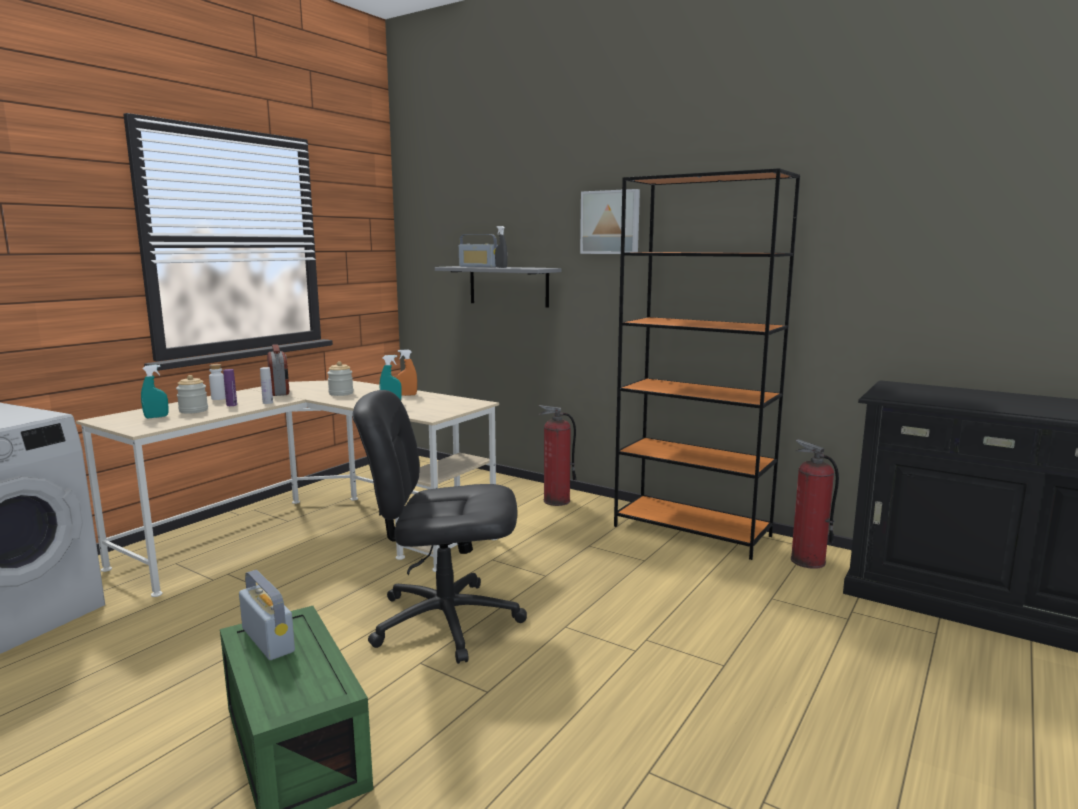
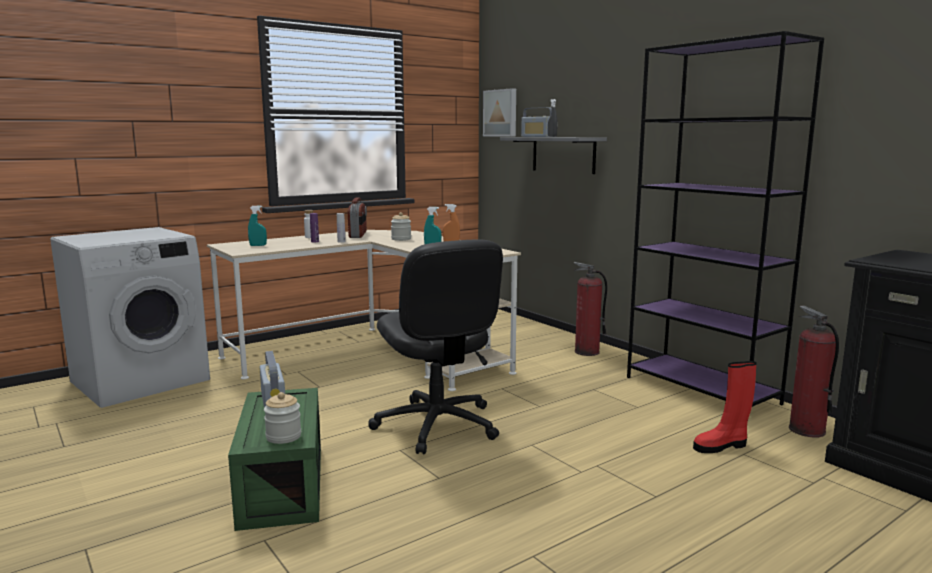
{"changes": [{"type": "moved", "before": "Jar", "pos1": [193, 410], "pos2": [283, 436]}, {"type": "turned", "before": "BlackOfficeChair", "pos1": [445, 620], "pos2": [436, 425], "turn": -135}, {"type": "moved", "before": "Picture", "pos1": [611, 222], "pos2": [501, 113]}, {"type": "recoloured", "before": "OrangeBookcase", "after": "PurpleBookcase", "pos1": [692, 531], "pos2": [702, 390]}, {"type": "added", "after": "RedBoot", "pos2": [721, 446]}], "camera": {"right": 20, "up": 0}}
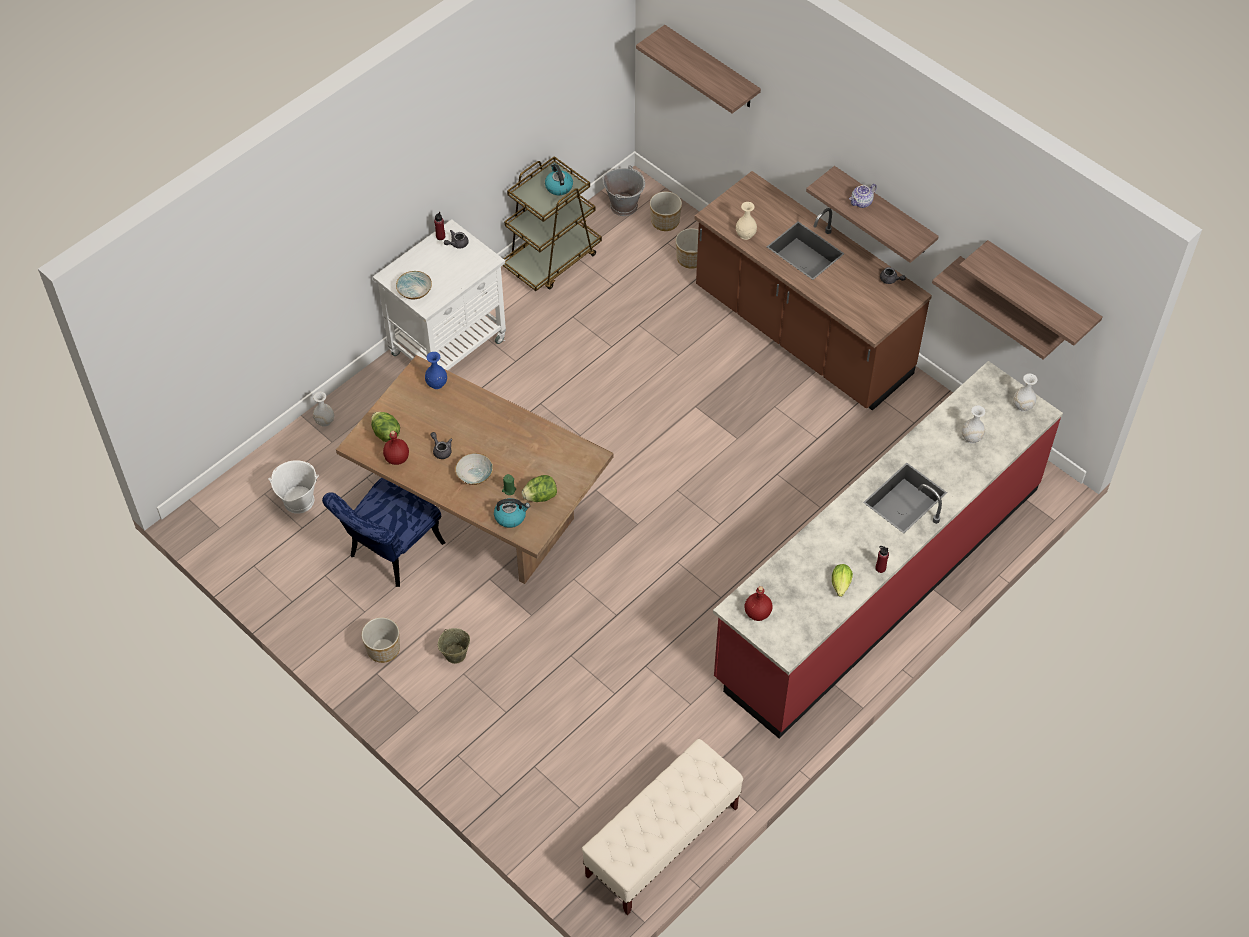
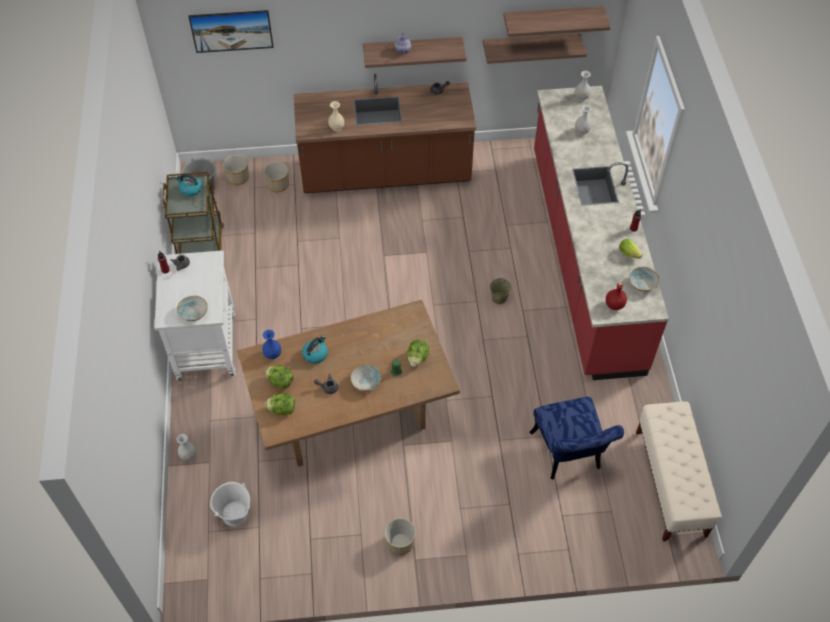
{"changes": [{"type": "moved", "before": "BlueChair", "pos1": [390, 553], "pos2": [568, 456]}, {"type": "removed", "before": "RedBottle", "pos1": [397, 459]}, {"type": "moved", "before": "BeigeBucket", "pos1": [455, 654], "pos2": [499, 298]}, {"type": "moved", "before": "Kettle", "pos1": [511, 516], "pos2": [315, 354]}, {"type": "replaced", "before": "Shelf", "after": "Picture", "pos1": [711, 68], "pos2": [233, 40]}, {"type": "added", "after": "Lettuce", "pos2": [280, 381]}, {"type": "added", "after": "Bowl", "pos2": [642, 284]}], "camera": {"right": -50, "up": 0}}
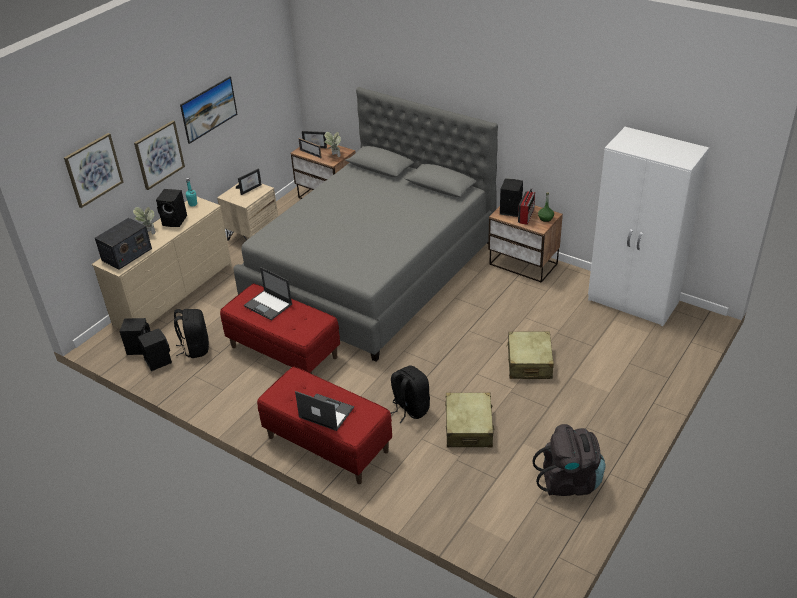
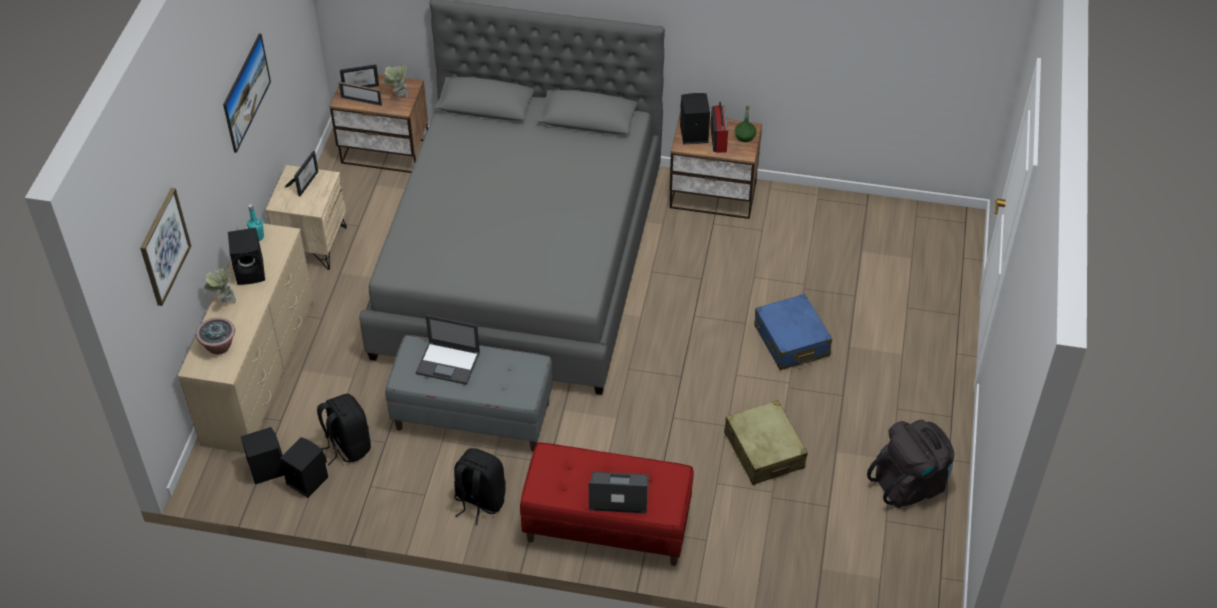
{"changes": [{"type": "replaced", "before": "Radio", "after": "PottedPlant", "pos1": [126, 254], "pos2": [219, 346]}, {"type": "removed", "before": "Picture", "pos1": [159, 154]}, {"type": "recoloured", "before": "RedBench", "after": "GreyBench", "pos1": [284, 352], "pos2": [473, 415]}, {"type": "moved", "before": "BlackBackpack", "pos1": [410, 409], "pos2": [479, 501]}, {"type": "recoloured", "before": "BeigeSuitcase", "after": "BlueSuitcase", "pos1": [529, 363], "pos2": [791, 341]}, {"type": "removed", "before": "WhiteWardrobe", "pos1": [633, 302]}], "camera": {"right": -25, "up": 10}}
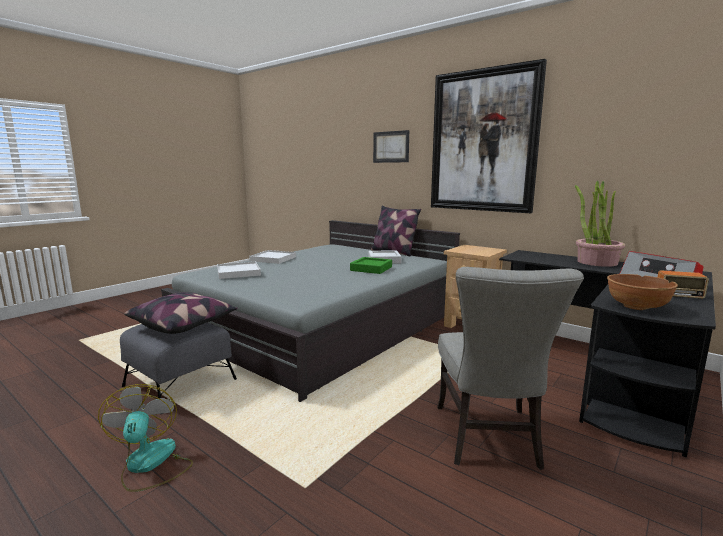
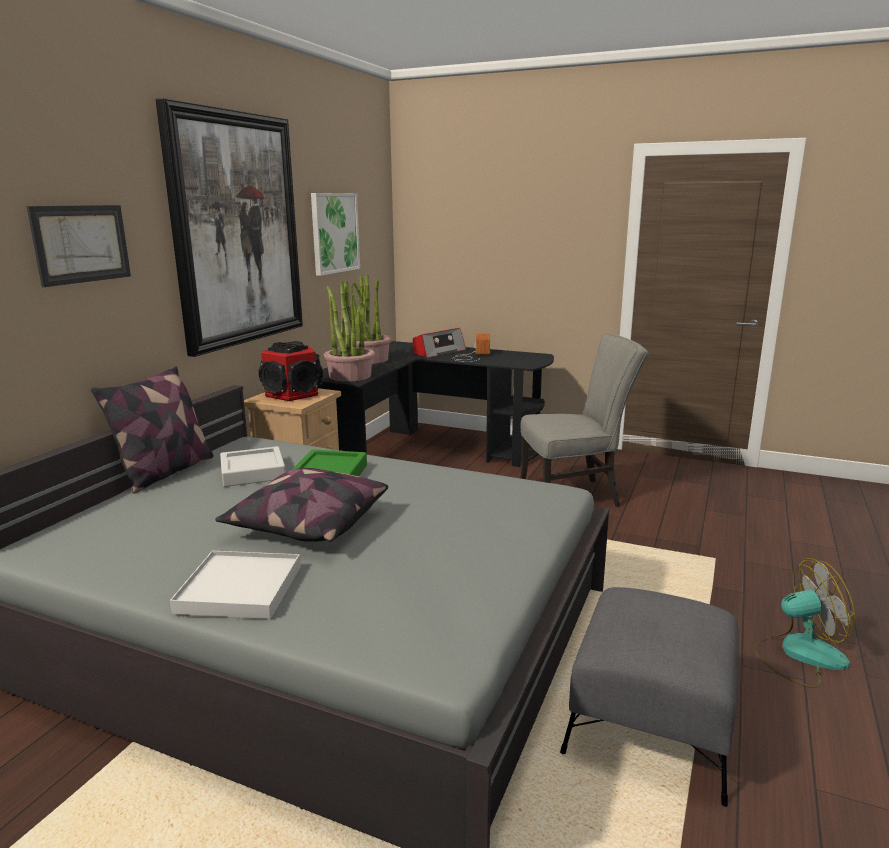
{"changes": [{"type": "turned", "before": "Fan", "pos1": [150, 464], "pos2": [799, 655], "turn": -150}, {"type": "moved", "before": "Pillow", "pos1": [184, 325], "pos2": [307, 525]}, {"type": "removed", "before": "WhiteTray", "pos1": [238, 272]}, {"type": "removed", "before": "BrownBowl", "pos1": [637, 306]}, {"type": "added", "after": "Speaker", "pos2": [293, 394]}, {"type": "added", "after": "Picture", "pos2": [334, 233]}, {"type": "added", "after": "PottedPlant", "pos2": [350, 376]}], "camera": {"right": -105, "up": 5}}
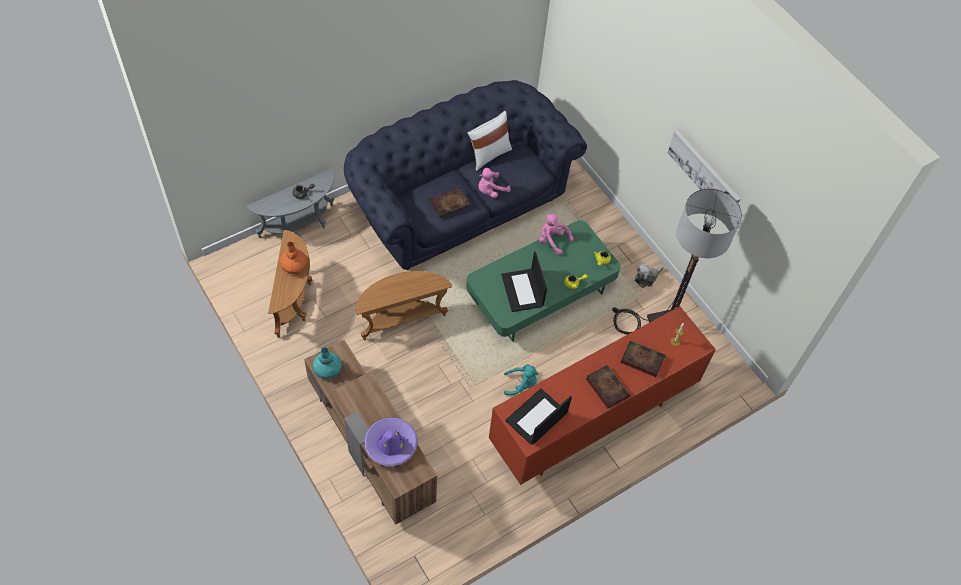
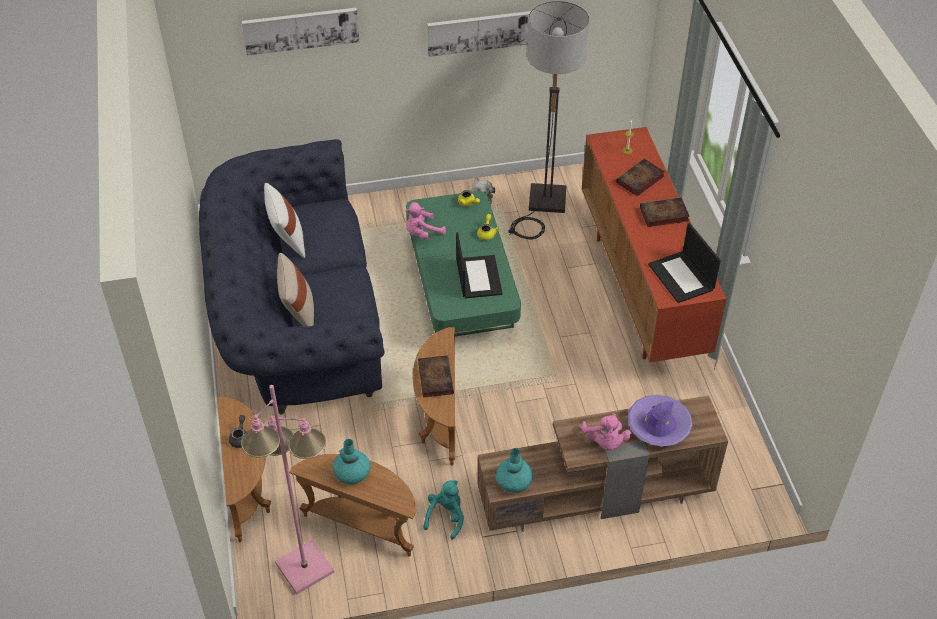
{"changes": [{"type": "recoloured", "before": "GreySideTable", "after": "BrownSideTable", "pos1": [300, 227], "pos2": [249, 490]}, {"type": "recoloured", "before": "OrangeVase", "after": "TurquoiseVase", "pos1": [294, 265], "pos2": [352, 473]}, {"type": "moved", "before": "Book", "pos1": [450, 203], "pos2": [435, 377]}, {"type": "moved", "before": "PinkPlushToy", "pos1": [490, 190], "pos2": [605, 442]}, {"type": "turned", "before": "Laptop", "pos1": [523, 290], "pos2": [478, 276], "turn": -105}, {"type": "moved", "before": "TurquoisePlushToy", "pos1": [521, 384], "pos2": [446, 517]}, {"type": "added", "after": "PinkFloorLamp", "pos2": [303, 567]}, {"type": "added", "after": "Picture", "pos2": [301, 30]}, {"type": "added", "after": "BeigePillow", "pos2": [298, 314]}], "camera": {"right": -65, "up": -10}}
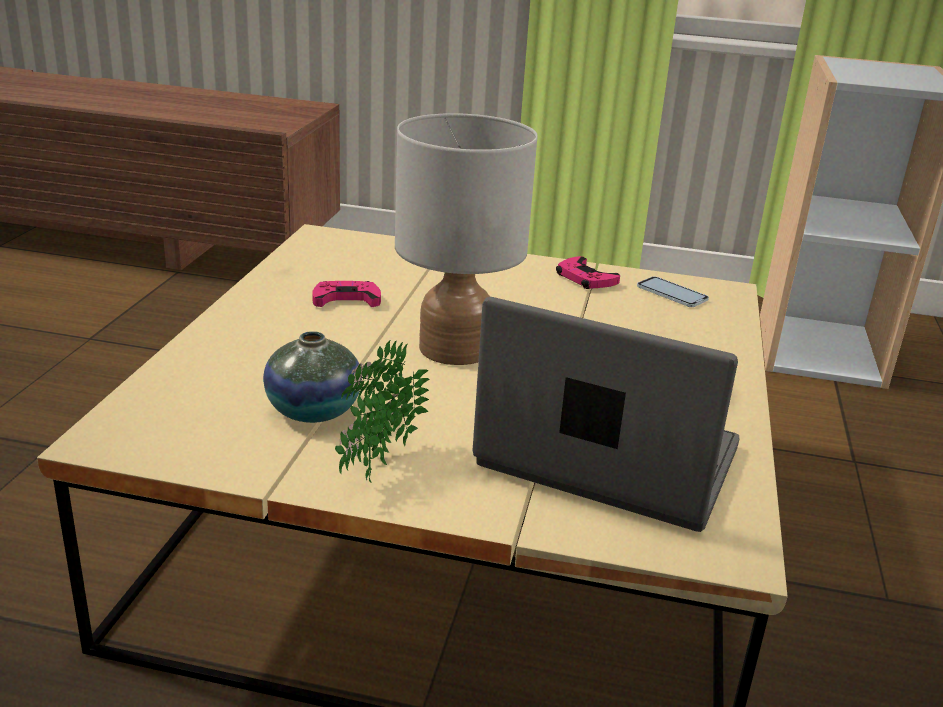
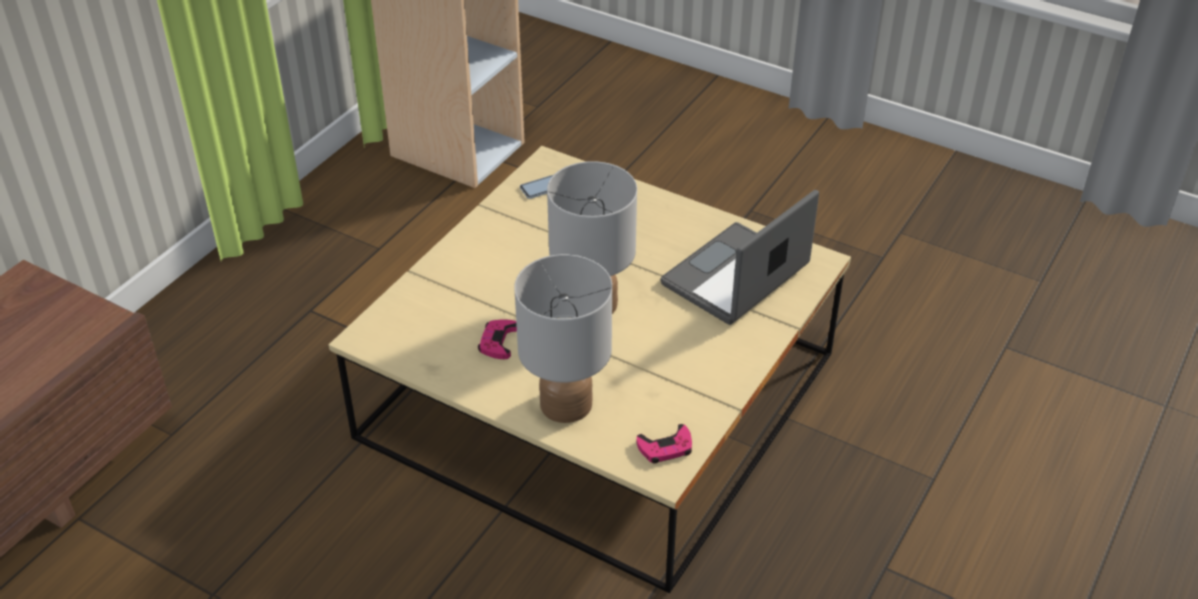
{"changes": [{"type": "removed", "before": "Vase", "pos1": [313, 410]}, {"type": "removed", "before": "PottedPlant", "pos1": [375, 465]}, {"type": "moved", "before": "PinkGameController", "pos1": [585, 279], "pos2": [665, 448]}, {"type": "added", "after": "GreyTableLamp", "pos2": [565, 404]}], "camera": {"right": -70, "up": 15}}
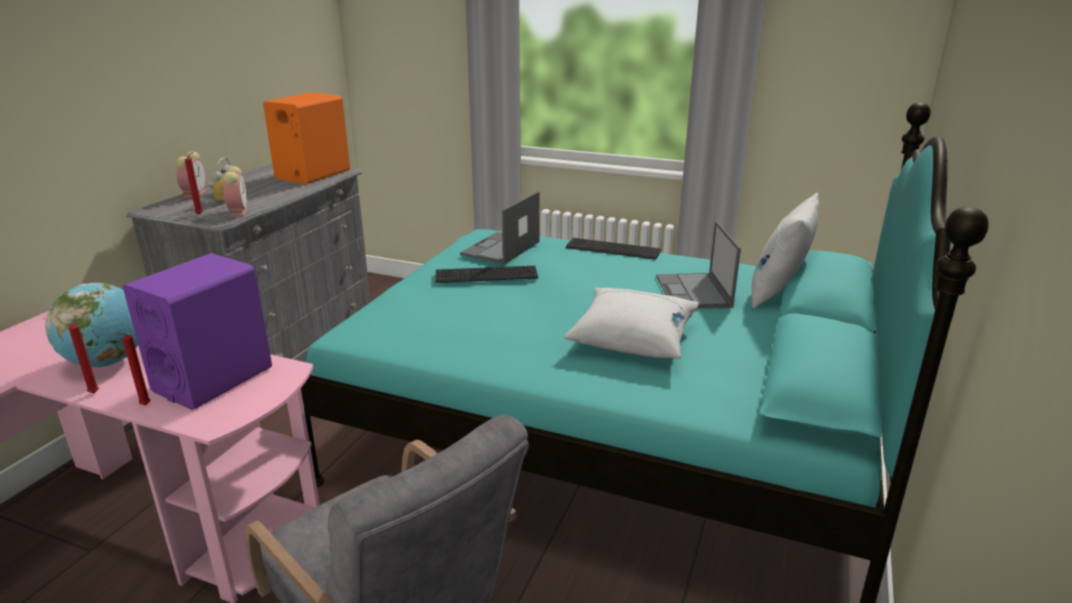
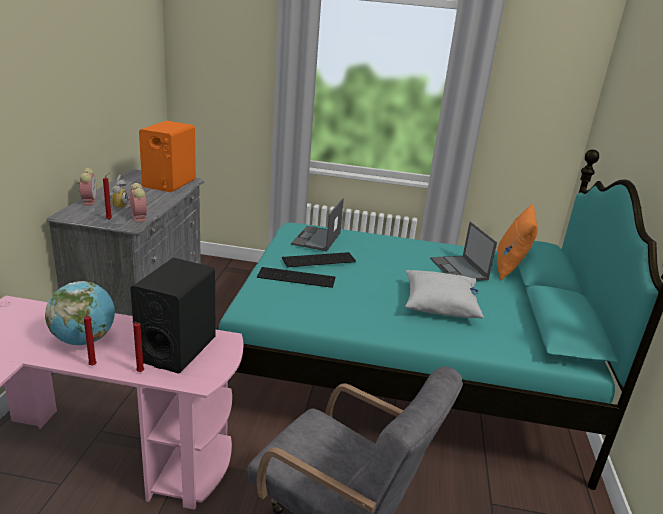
{"changes": [{"type": "recoloured", "before": "PurpleSpeaker", "after": "BlackSpeaker", "pos1": [214, 379], "pos2": [177, 349]}, {"type": "moved", "before": "Keyboard", "pos1": [614, 249], "pos2": [297, 278]}, {"type": "recoloured", "before": "GreyPillow", "after": "OrangePillow", "pos1": [778, 293], "pos2": [509, 268]}], "camera": {"right": -15, "up": 0}}
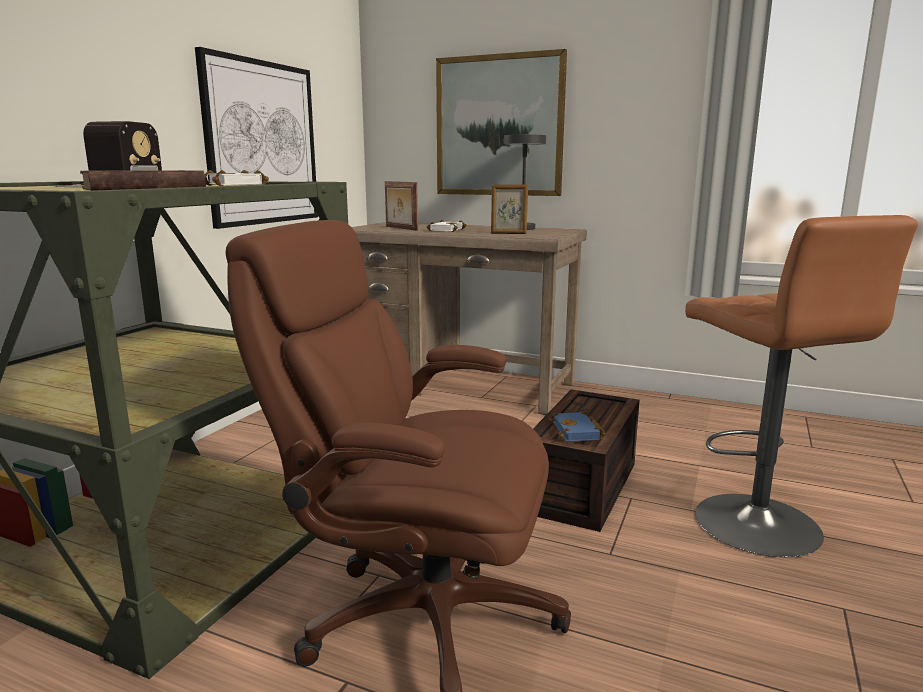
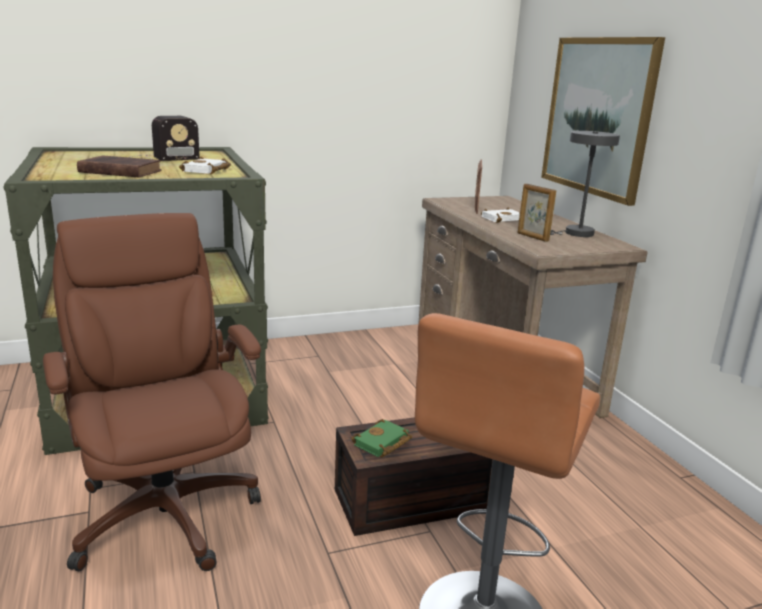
{"changes": [{"type": "removed", "before": "Picture", "pos1": [262, 143]}, {"type": "recoloured", "before": "BlueBook", "after": "GreenBook", "pos1": [578, 432], "pos2": [382, 443]}], "camera": {"right": 45, "up": 5}}
